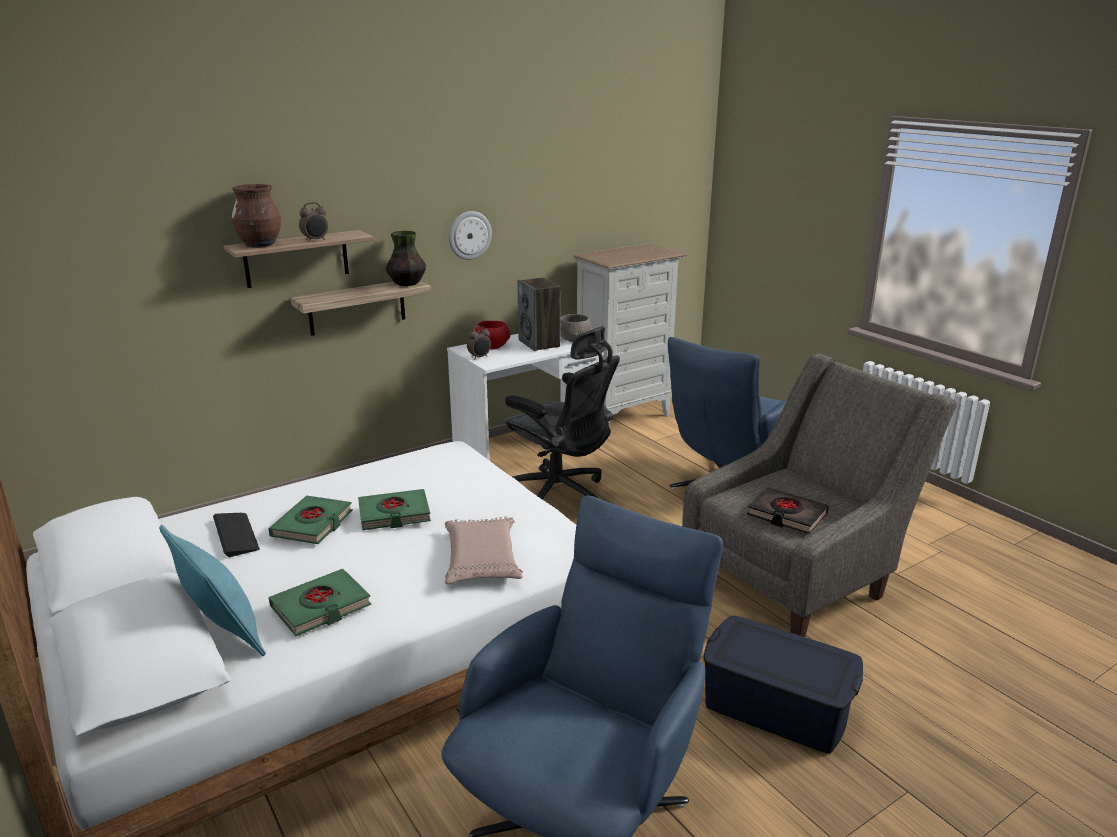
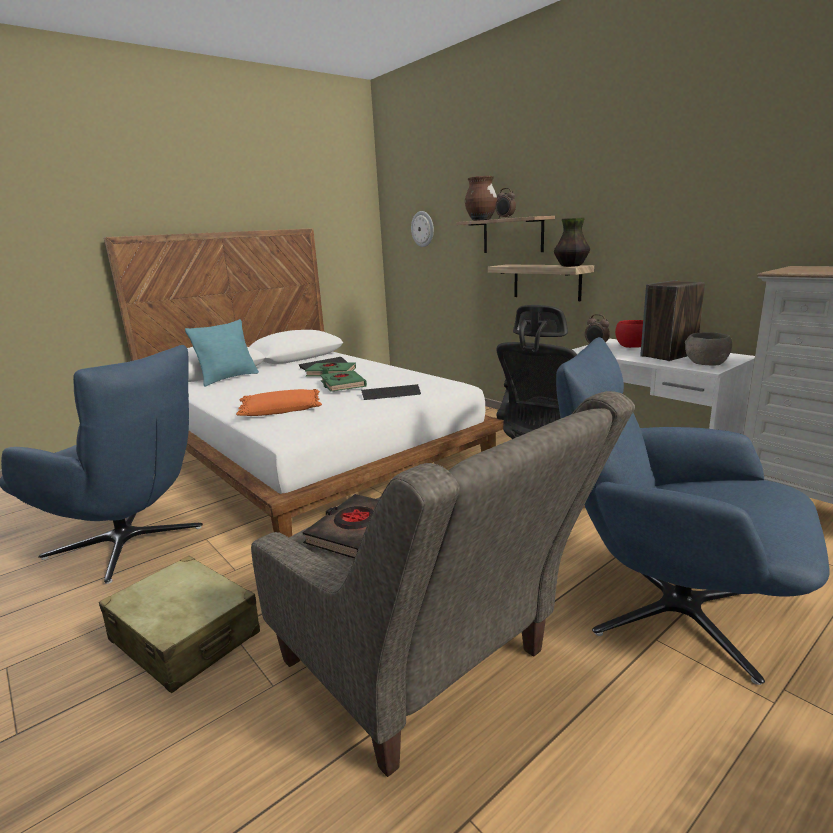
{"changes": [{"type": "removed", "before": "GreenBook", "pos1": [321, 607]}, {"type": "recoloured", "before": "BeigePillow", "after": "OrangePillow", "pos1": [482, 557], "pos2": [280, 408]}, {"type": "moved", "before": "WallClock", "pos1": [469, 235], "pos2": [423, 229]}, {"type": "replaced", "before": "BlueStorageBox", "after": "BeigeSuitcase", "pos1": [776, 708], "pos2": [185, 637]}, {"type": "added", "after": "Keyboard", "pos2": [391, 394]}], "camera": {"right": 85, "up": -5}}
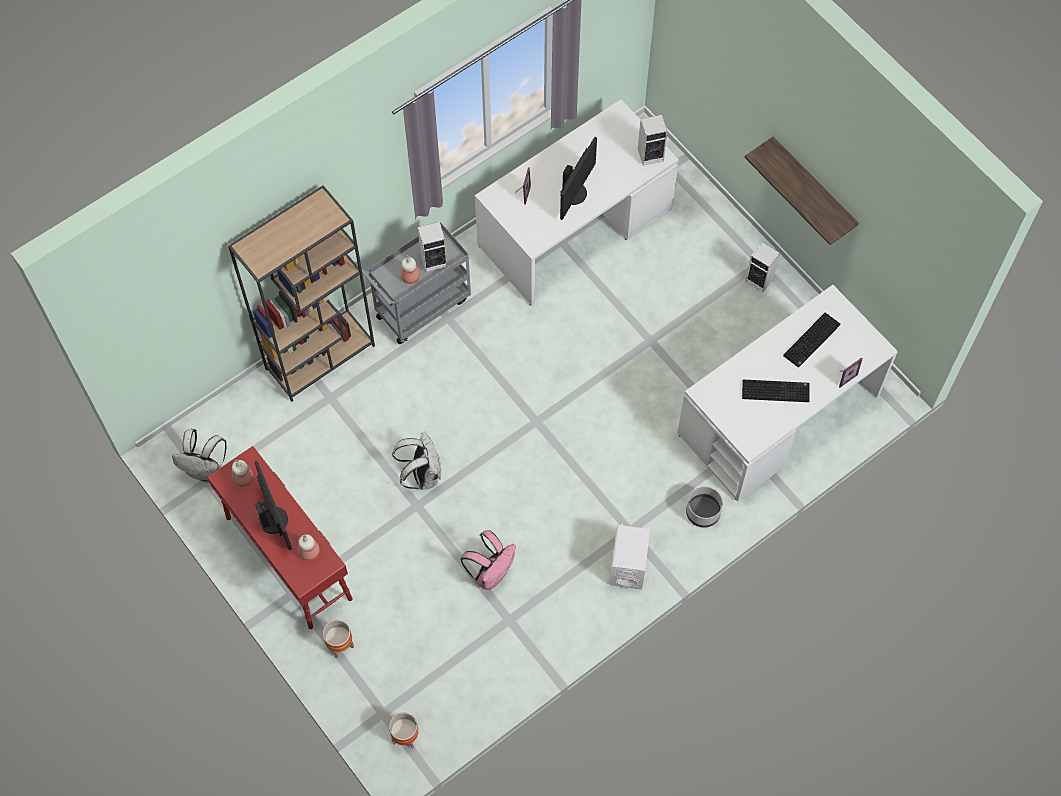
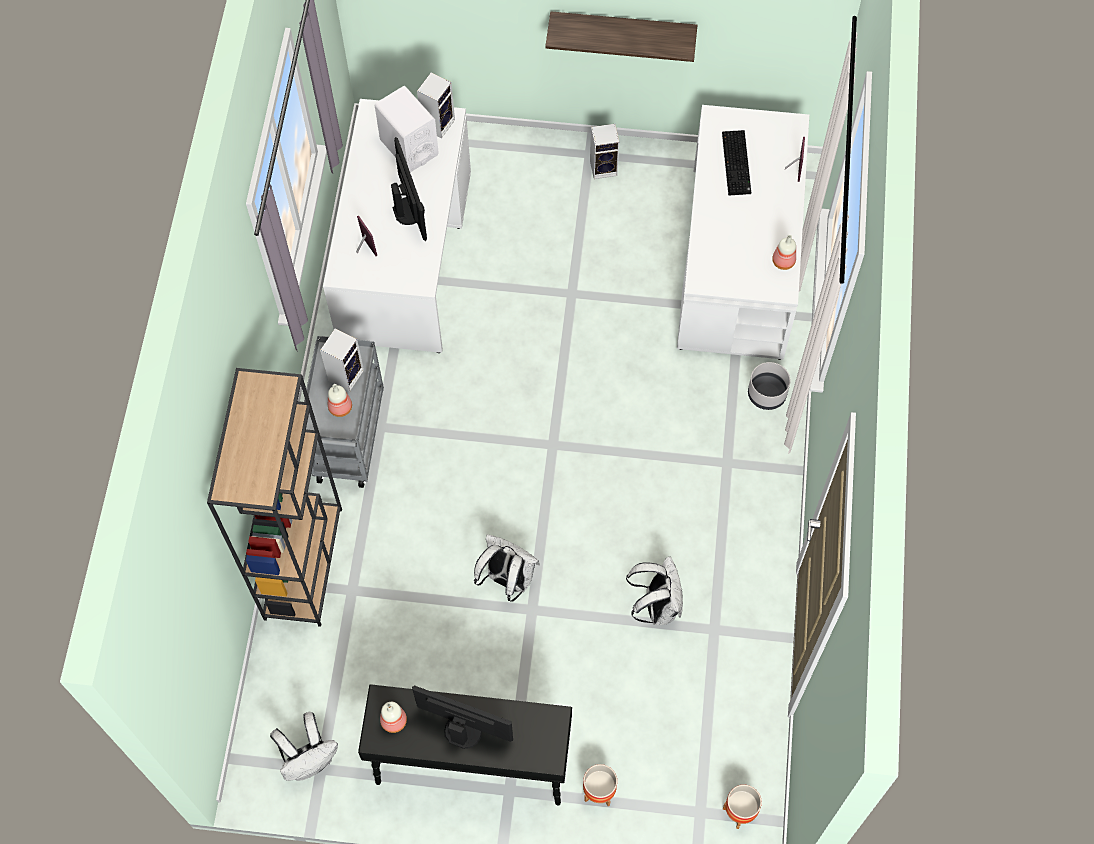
{"changes": [{"type": "recoloured", "before": "RedConsoleTable", "after": "BlackConsoleTable", "pos1": [289, 557], "pos2": [471, 762]}, {"type": "moved", "before": "Bottle", "pos1": [309, 551], "pos2": [782, 261]}, {"type": "recoloured", "before": "PinkBackpack", "after": "WhiteBackpack", "pos1": [491, 573], "pos2": [657, 605]}, {"type": "moved", "before": "WhiteSpeaker", "pos1": [628, 566], "pos2": [409, 147]}, {"type": "removed", "before": "Keyboard", "pos1": [776, 390]}], "camera": {"right": -45, "up": 0}}
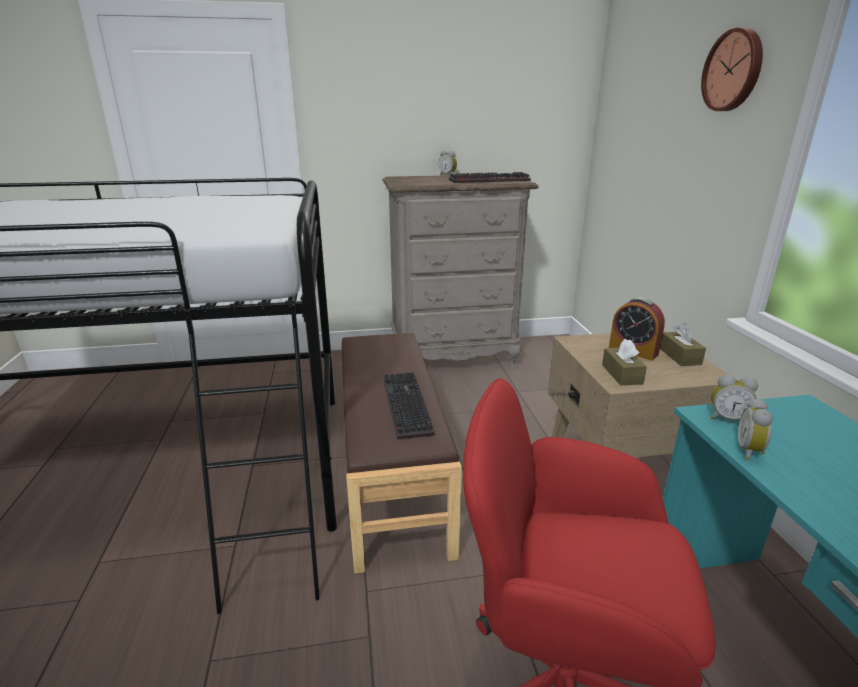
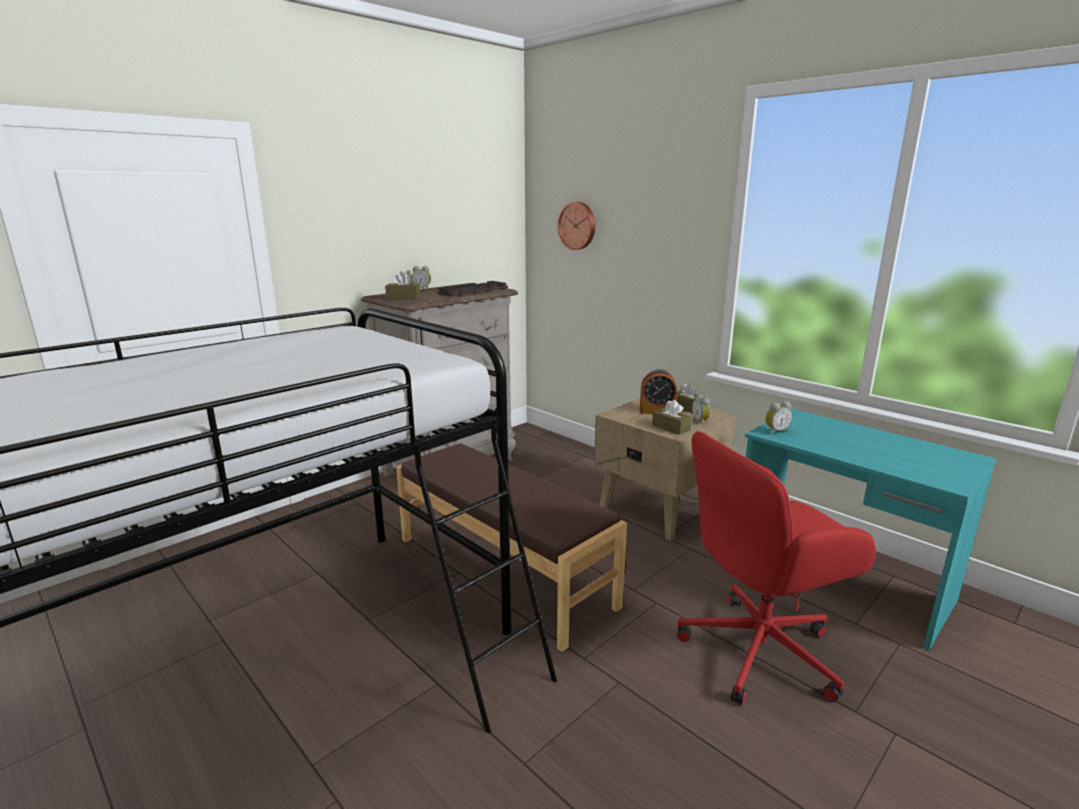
{"changes": [{"type": "removed", "before": "Keyboard", "pos1": [404, 405]}, {"type": "moved", "before": "WallClock", "pos1": [734, 70], "pos2": [577, 226]}, {"type": "moved", "before": "AlarmClock", "pos1": [751, 451], "pos2": [701, 421]}, {"type": "added", "after": "BrownTissueBox", "pos2": [403, 298]}], "camera": {"right": -35, "up": -5}}
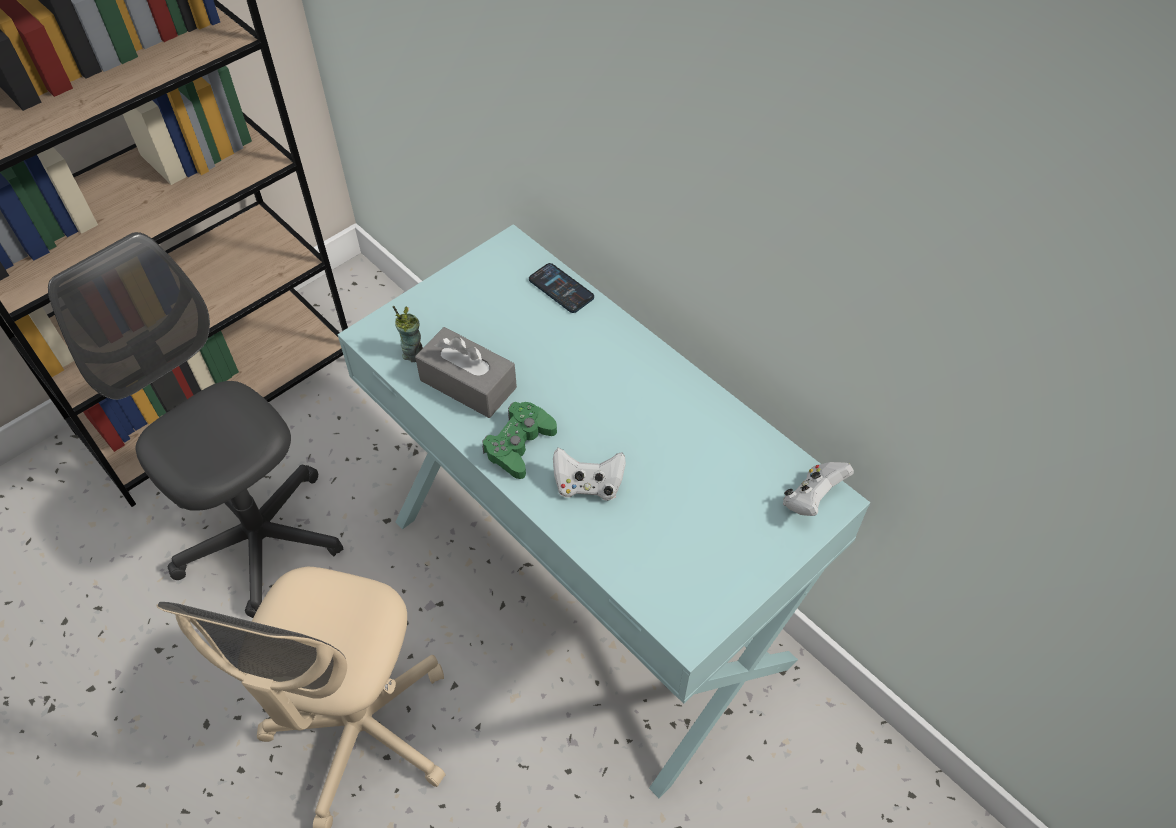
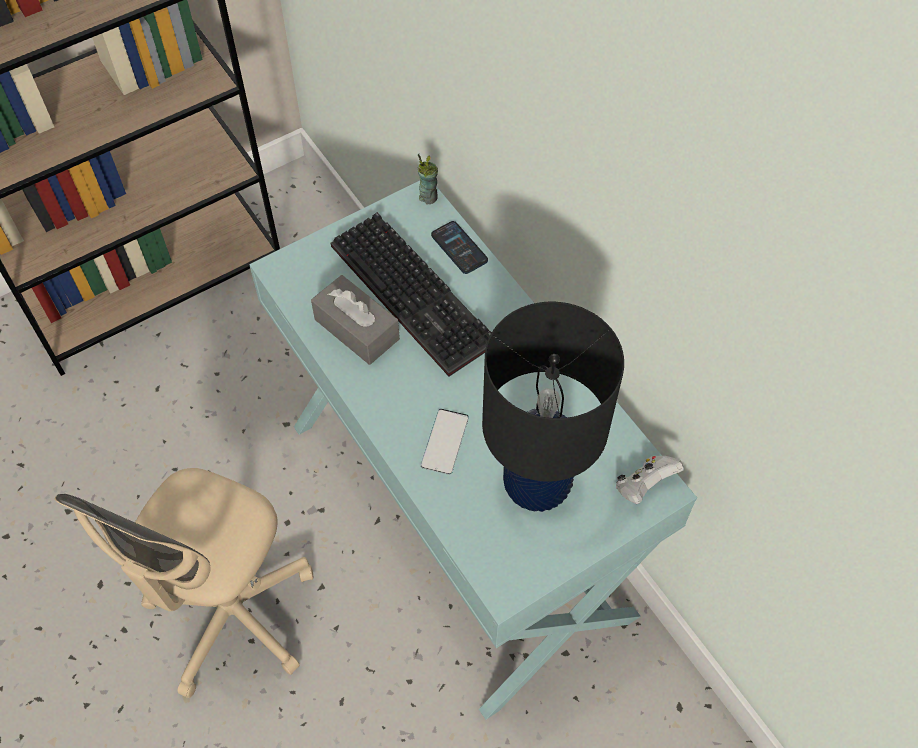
{"changes": [{"type": "removed", "before": "GreyOfficeChair", "pos1": [260, 539]}, {"type": "moved", "before": "Cup", "pos1": [413, 353], "pos2": [428, 197]}, {"type": "removed", "before": "GreenGameController", "pos1": [519, 444]}, {"type": "replaced", "before": "WhiteGameController", "after": "Phone", "pos1": [588, 485], "pos2": [445, 441]}, {"type": "added", "after": "Keyboard", "pos2": [417, 294]}, {"type": "added", "after": "BlackTableLamp", "pos2": [538, 486]}], "camera": {"right": 10, "up": 5}}
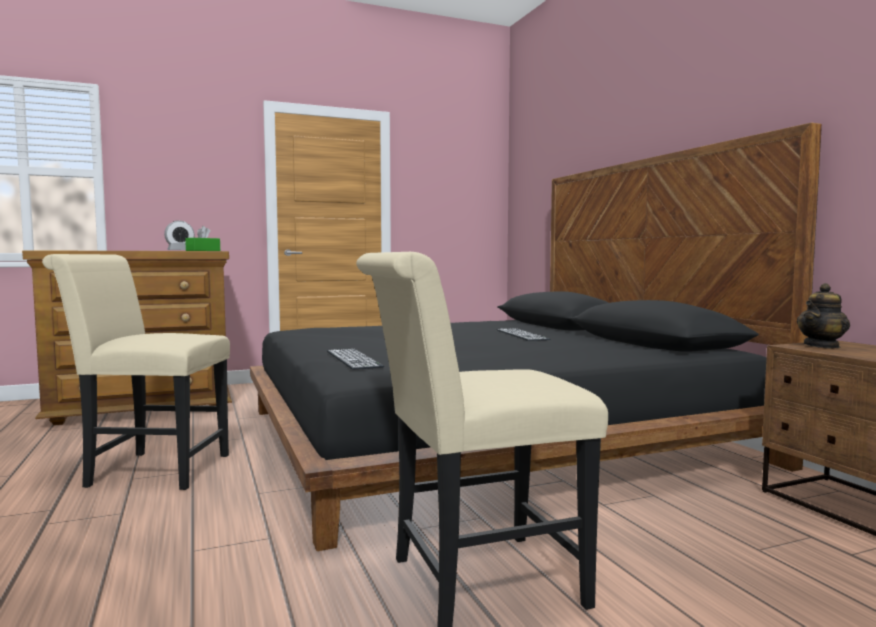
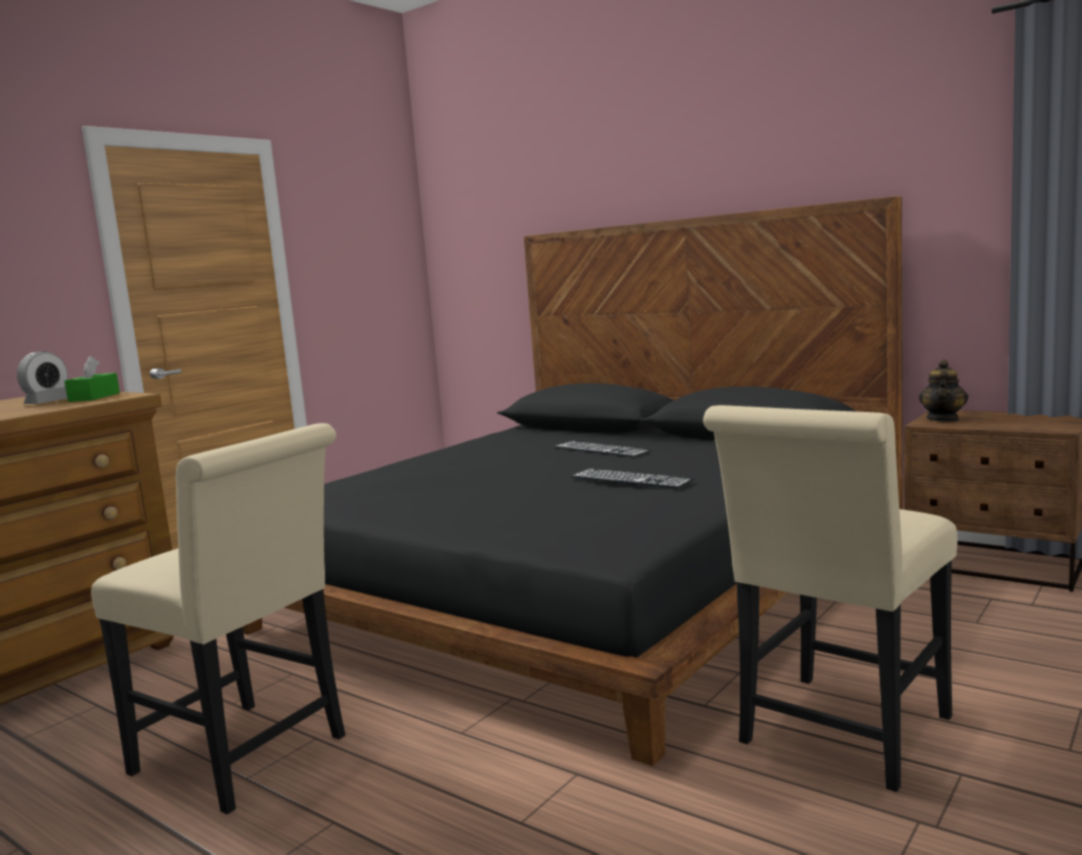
{"changes": [{"type": "turned", "before": "BeigeChair", "pos1": [150, 470], "pos2": [249, 758], "turn": -120}, {"type": "moved", "before": "Keyboard", "pos1": [353, 359], "pos2": [631, 479]}], "camera": {"right": -30, "up": 5}}
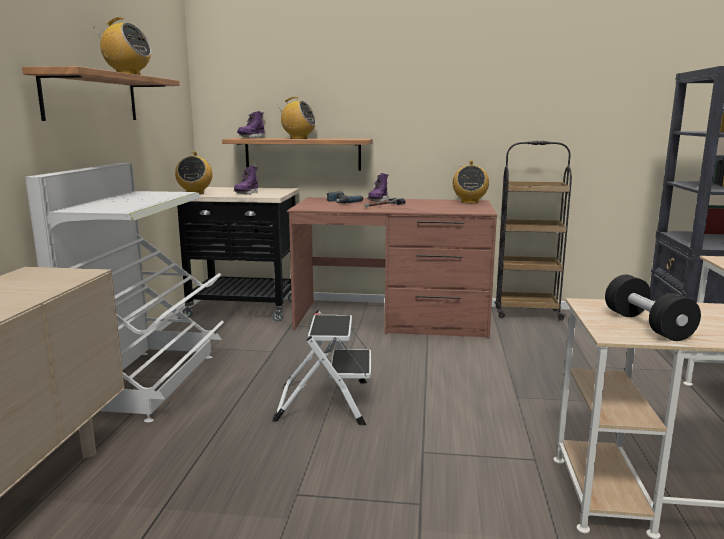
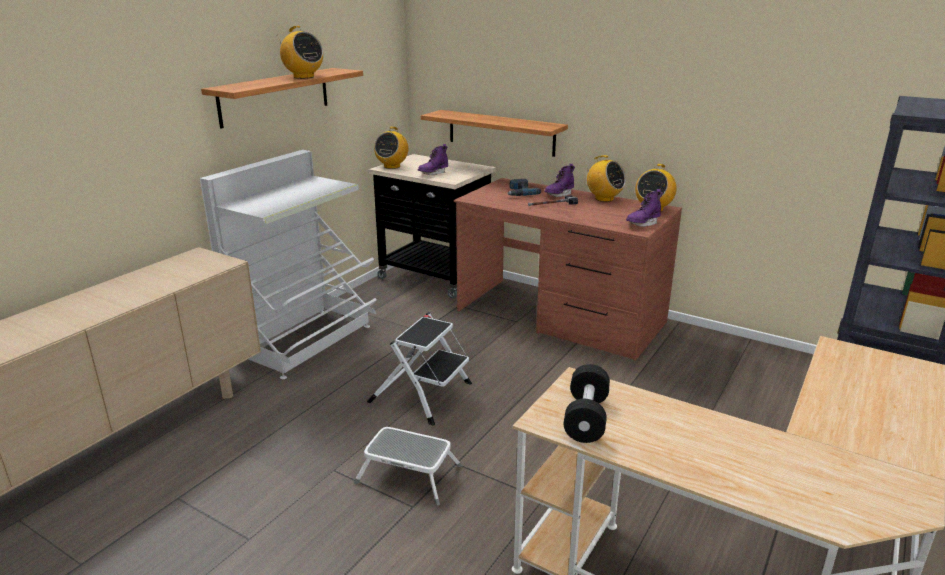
{"changes": [{"type": "moved", "before": "PurpleBoot", "pos1": [251, 138], "pos2": [643, 224]}, {"type": "moved", "before": "Radio", "pos1": [298, 138], "pos2": [604, 199]}, {"type": "removed", "before": "BrownCart", "pos1": [527, 314]}, {"type": "added", "after": "GreyStepLadder", "pos2": [408, 474]}], "camera": {"right": 25, "up": 10}}
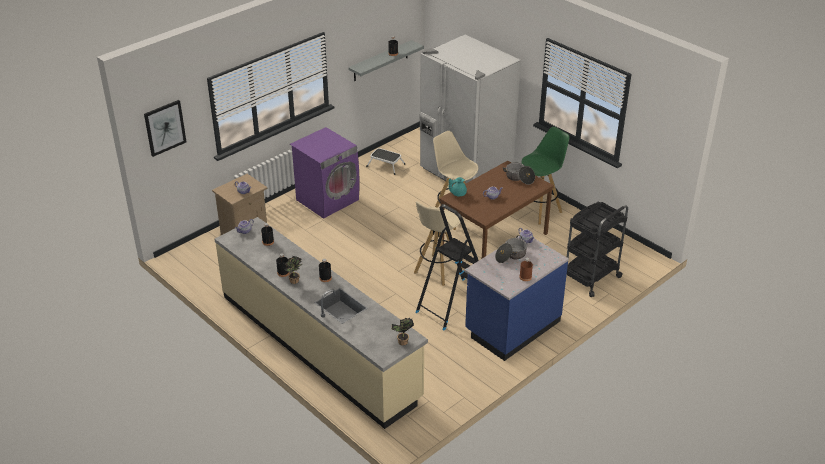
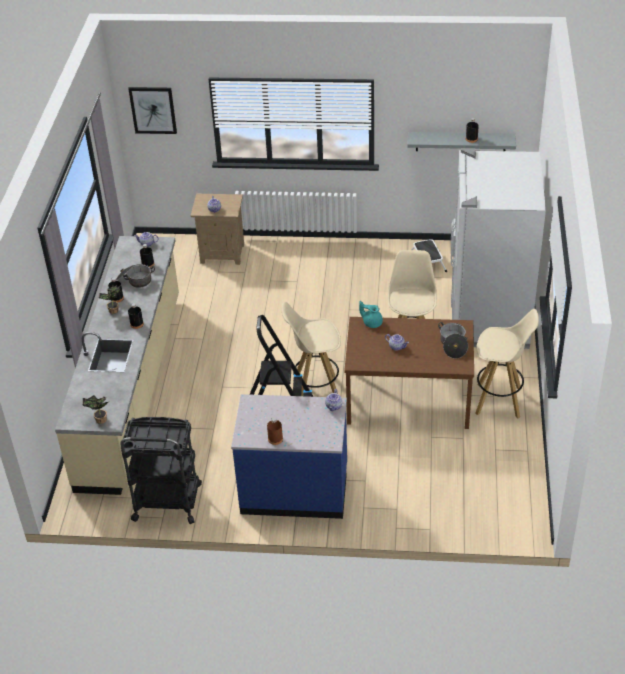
{"changes": [{"type": "removed", "before": "PurpleWashingMachine", "pos1": [327, 199]}, {"type": "moved", "before": "CookingPot", "pos1": [511, 255], "pos2": [135, 280]}, {"type": "recoloured", "before": "GreenStool", "after": "BeigeStool", "pos1": [540, 210], "pos2": [499, 401]}, {"type": "moved", "before": "BlackCart", "pos1": [590, 277], "pos2": [167, 501]}], "camera": {"right": 50, "up": 5}}
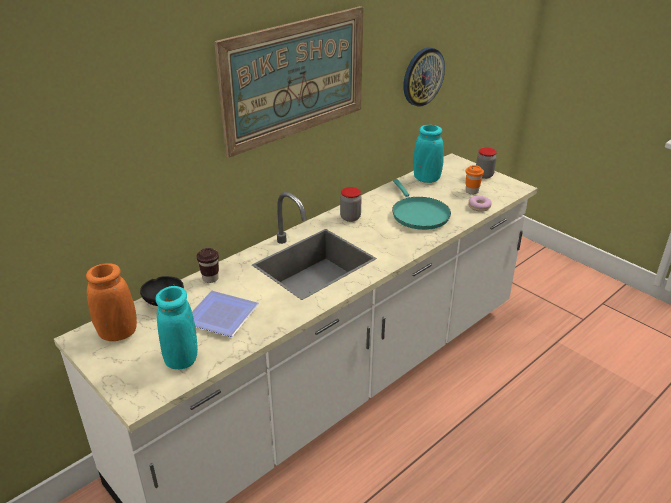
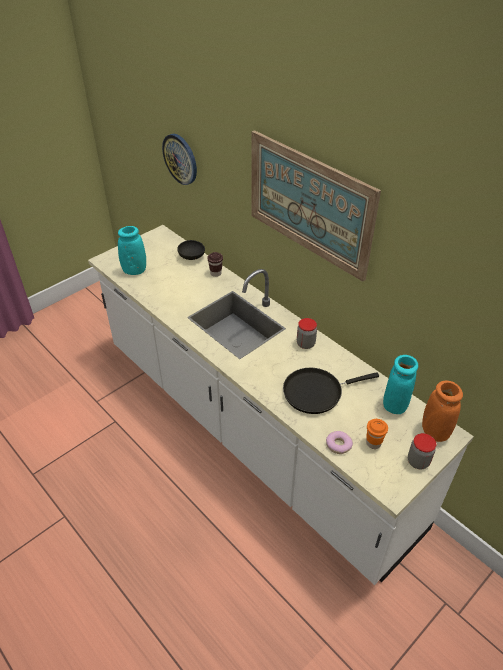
{"changes": [{"type": "moved", "before": "OrangeVase", "pos1": [118, 333], "pos2": [434, 431]}, {"type": "removed", "before": "Plate", "pos1": [221, 314]}, {"type": "recoloured", "before": "TurquoiseFryingPan", "after": "BlackFryingPan", "pos1": [418, 214], "pos2": [316, 392]}, {"type": "moved", "before": "WallClock", "pos1": [422, 76], "pos2": [180, 159]}], "camera": {"right": 90, "up": 10}}
